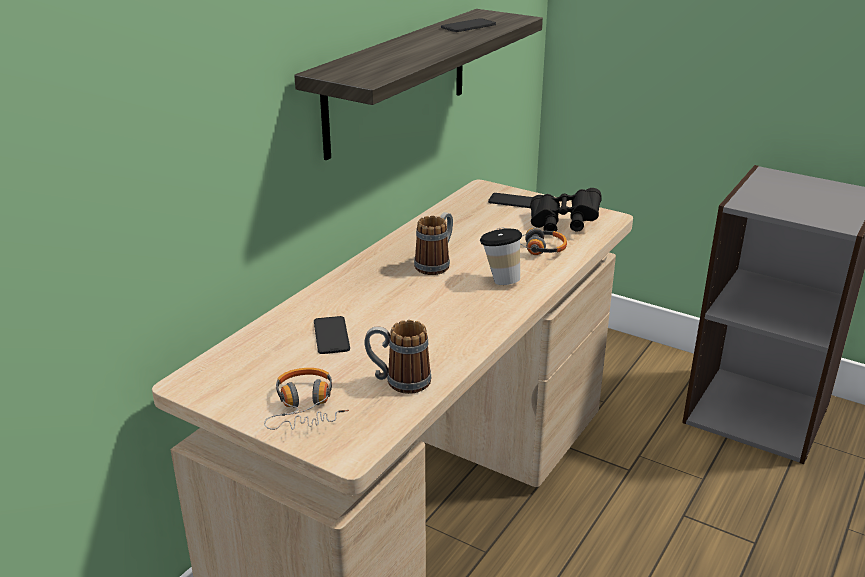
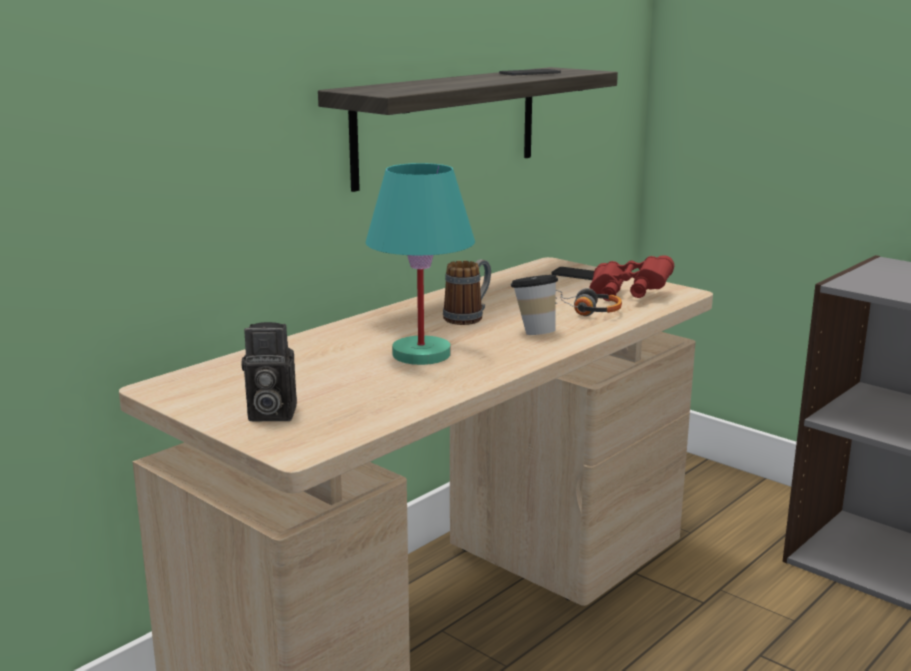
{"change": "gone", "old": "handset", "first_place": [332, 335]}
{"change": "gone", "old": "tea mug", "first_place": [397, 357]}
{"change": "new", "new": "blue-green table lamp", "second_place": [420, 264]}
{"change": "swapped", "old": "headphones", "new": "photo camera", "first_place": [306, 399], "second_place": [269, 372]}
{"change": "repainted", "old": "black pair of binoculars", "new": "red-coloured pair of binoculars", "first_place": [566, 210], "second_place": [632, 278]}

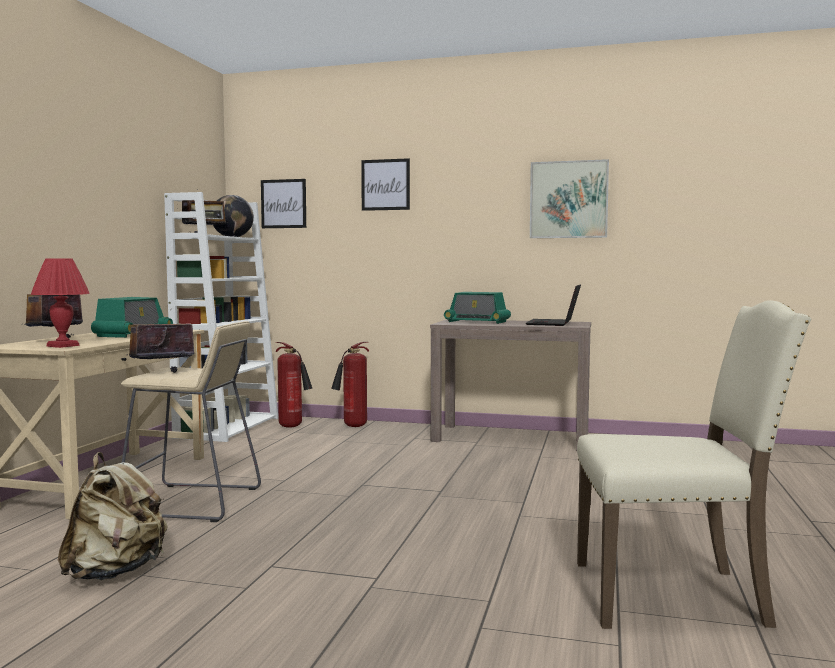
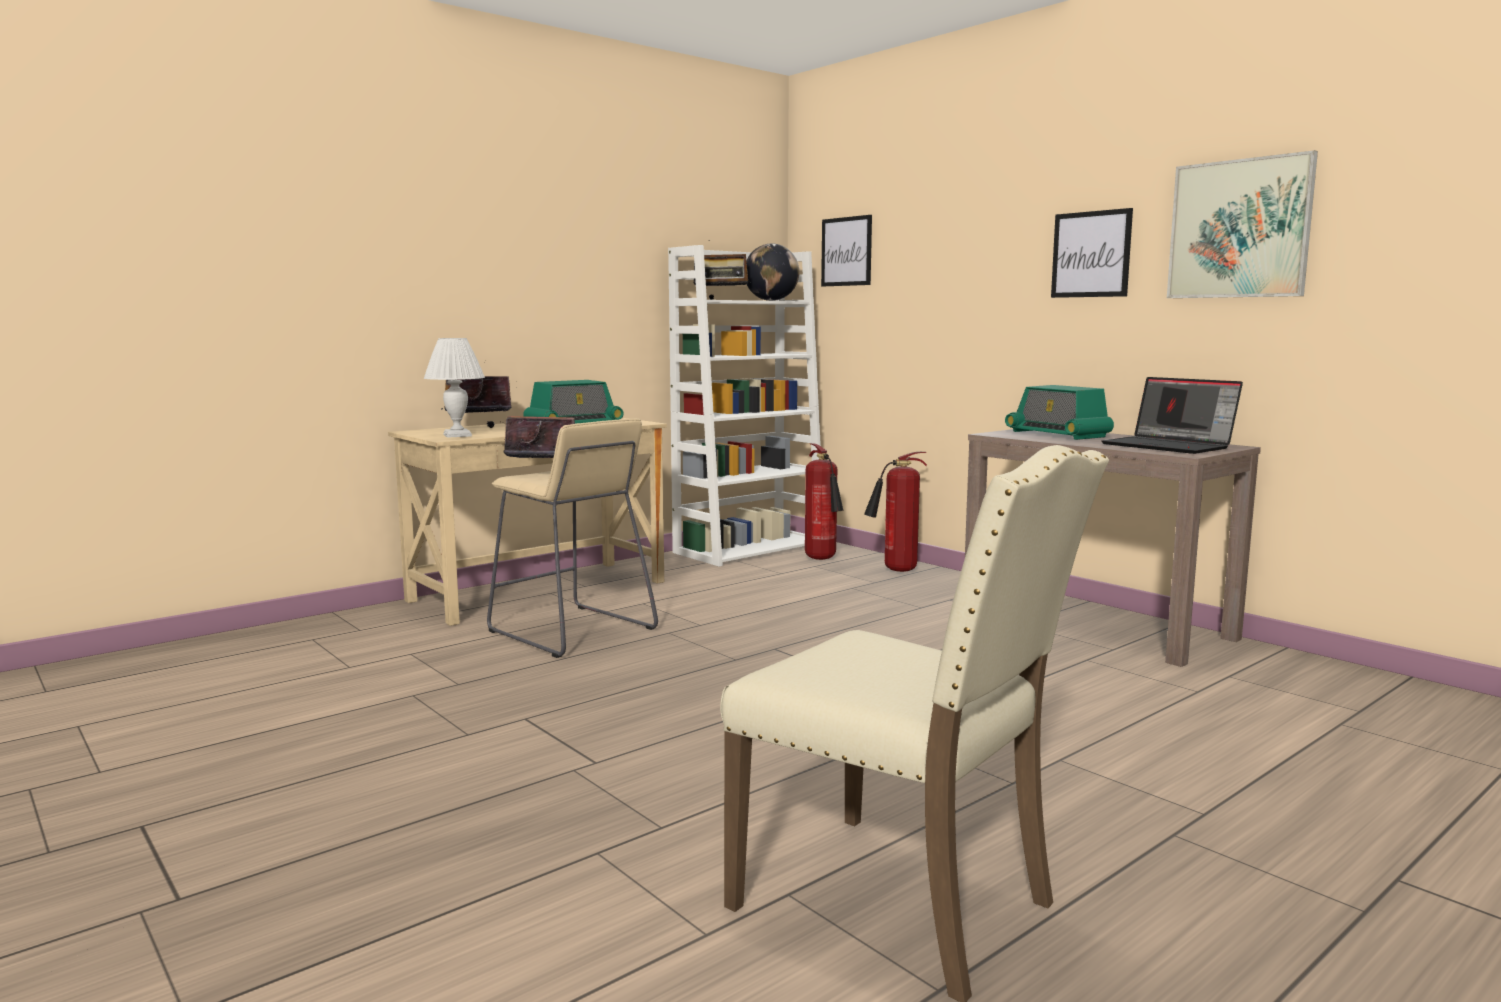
{"change": "gone", "old": "beige knapsack", "first_place": [112, 516]}
{"change": "shifted", "old": "picture", "first_place": [385, 184], "second_place": [1092, 253]}
{"change": "repainted", "old": "red-coloured table lamp", "new": "white-coloured table lamp", "first_place": [60, 303], "second_place": [454, 388]}
{"change": "rotated", "old": "notebook computer", "first_place": [553, 305], "second_place": [1172, 415], "degrees": -90}

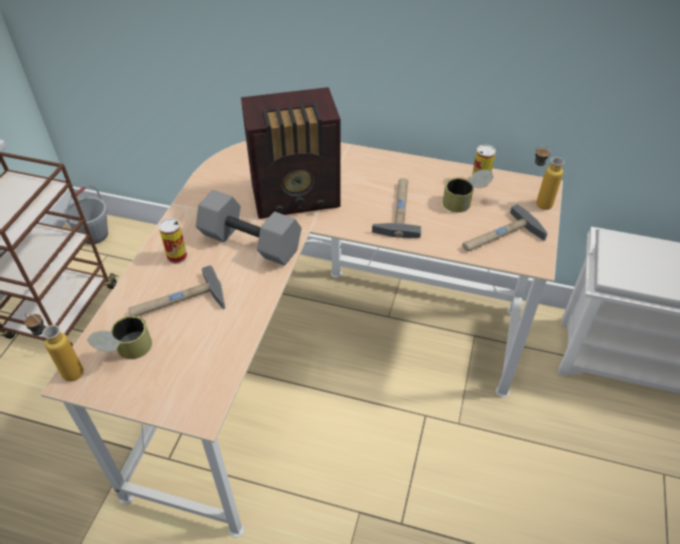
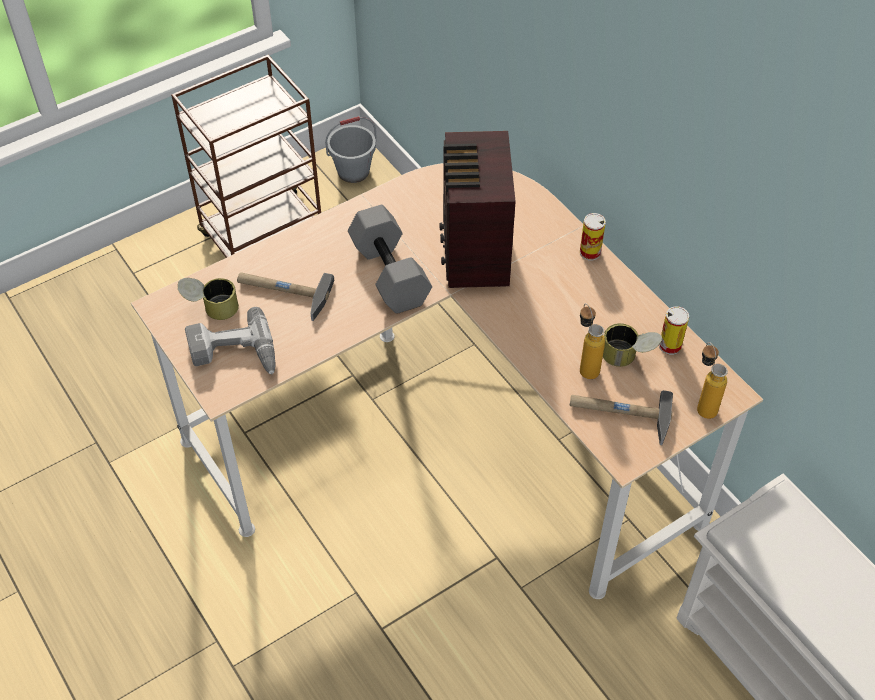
{"change": "gone", "old": "hammer", "first_place": [397, 208]}
{"change": "new", "new": "electric drill", "second_place": [230, 340]}
{"change": "shifted", "old": "drink bottle", "first_place": [54, 347], "second_place": [592, 341]}
{"change": "shifted", "old": "sealed can", "first_place": [173, 241], "second_place": [593, 236]}
{"change": "rotated", "old": "radio", "first_place": [290, 153], "second_place": [477, 209], "degrees": 60}

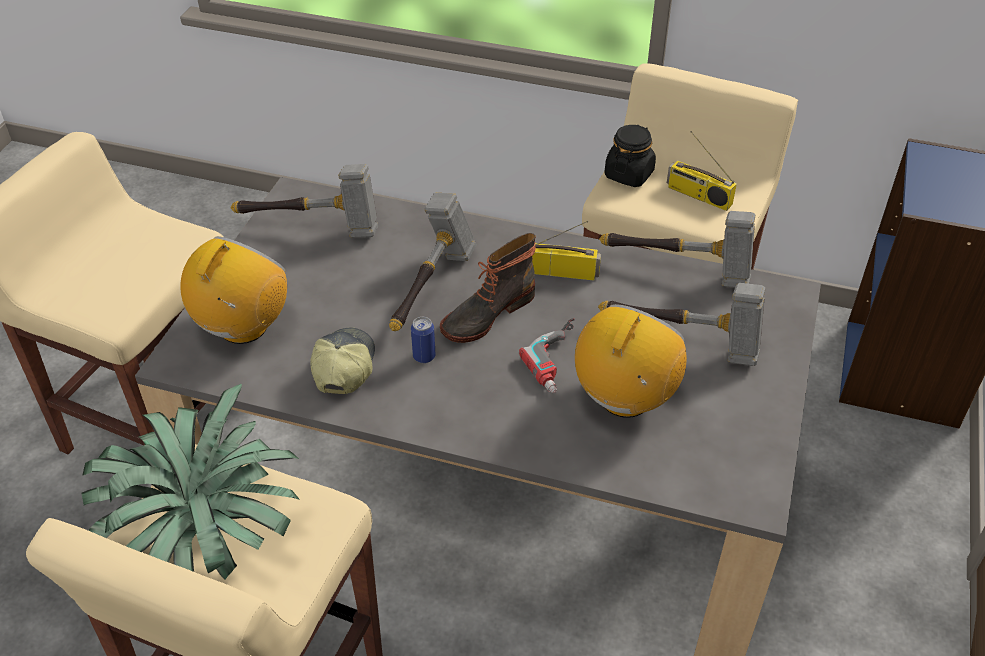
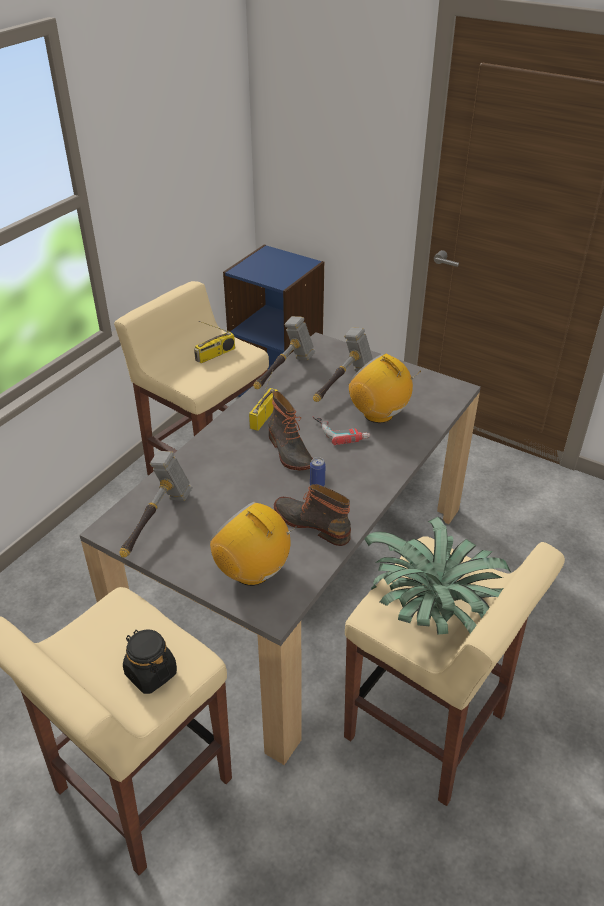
{"change": "gone", "old": "hammer", "first_place": [433, 262]}
{"change": "shifted", "old": "black storage jar", "first_place": [630, 156], "second_place": [150, 662]}
{"change": "swapped", "old": "baseball cap", "new": "high-top boot", "first_place": [342, 361], "second_place": [312, 515]}

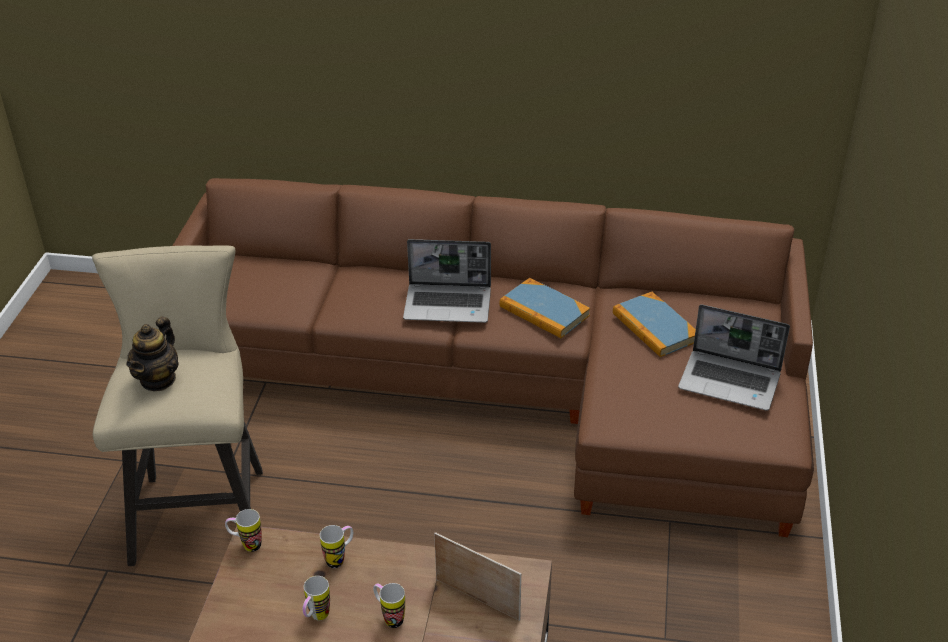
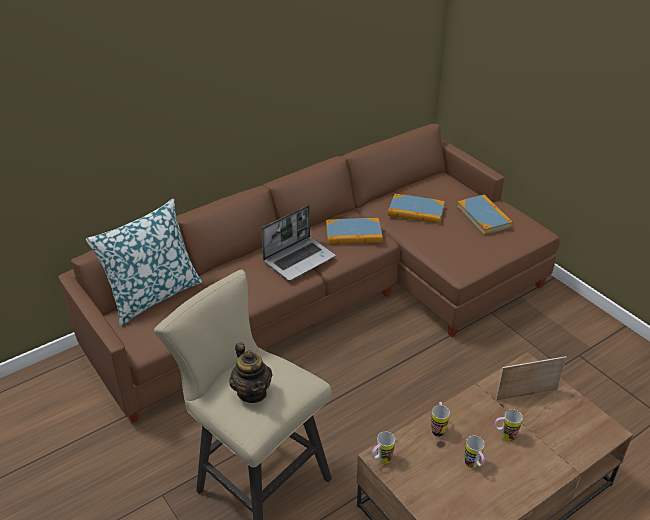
{"change": "new", "new": "throw pillow", "second_place": [144, 262]}
{"change": "swapped", "old": "notebook computer", "new": "bound book", "first_place": [734, 357], "second_place": [485, 215]}

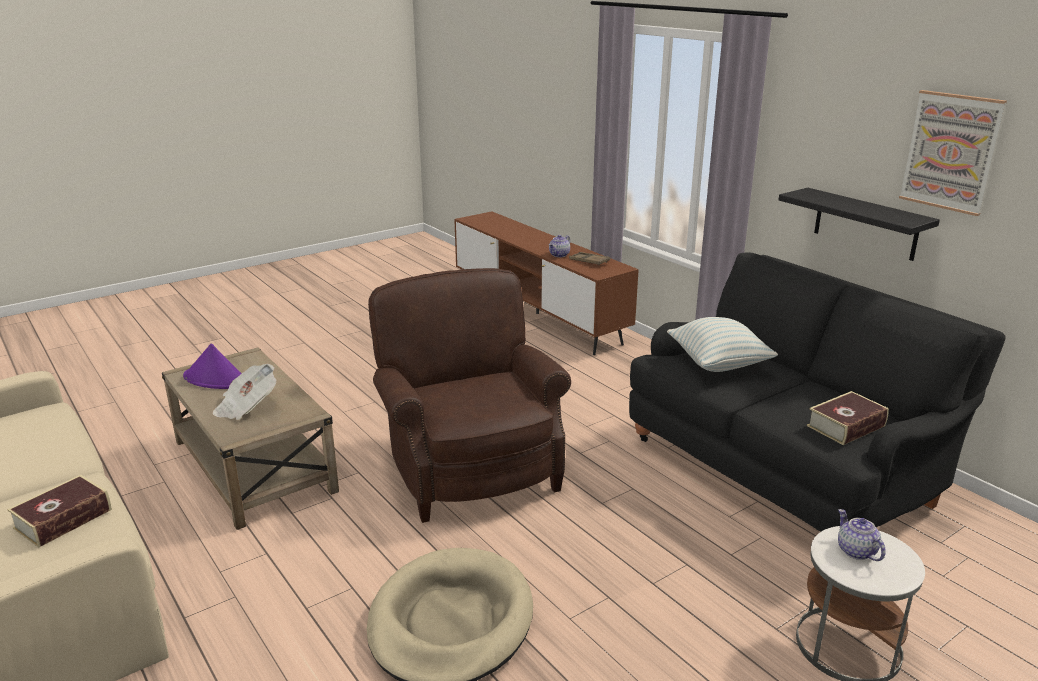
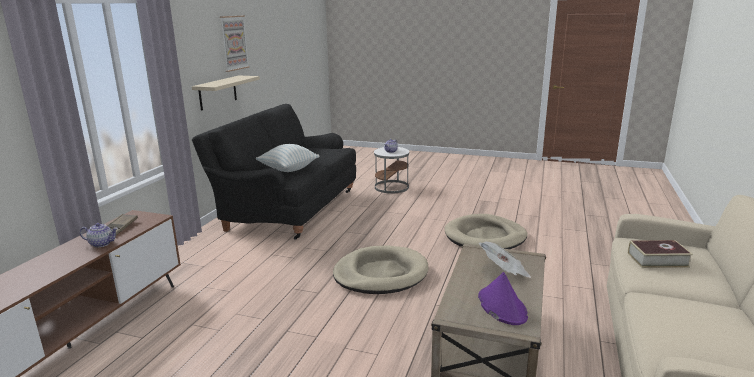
{"change": "gone", "old": "bound book", "first_place": [848, 418]}
{"change": "swapped", "old": "brownish lounge chair", "new": "beige pet bed", "first_place": [469, 395], "second_place": [380, 270]}
{"change": "repainted", "old": "black bracket shelf", "new": "beige bracket shelf", "first_place": [859, 224], "second_place": [226, 93]}

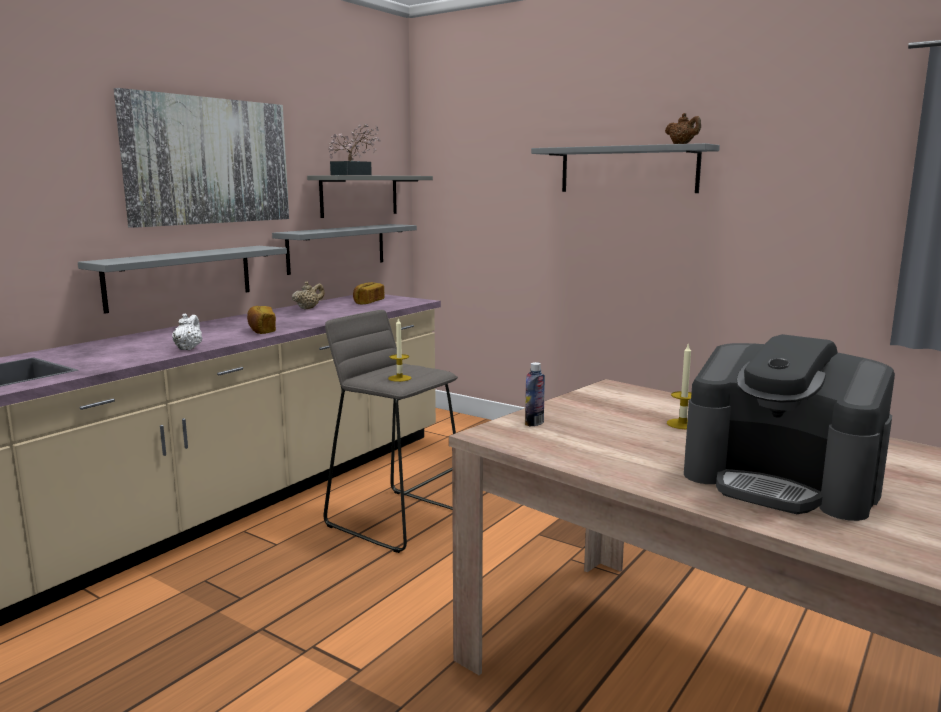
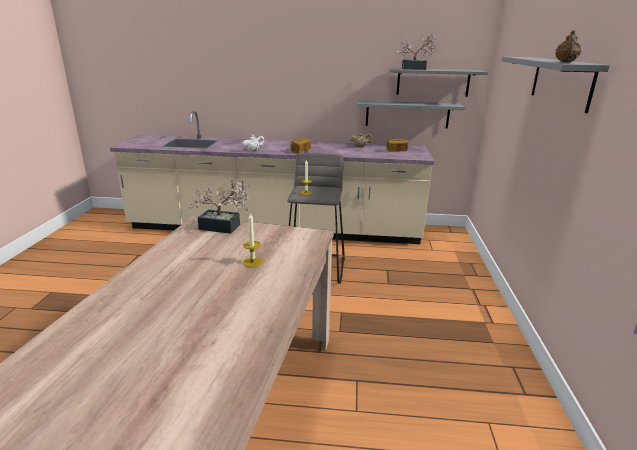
{"change": "gone", "old": "grey bracket shelf", "first_place": [182, 280]}
{"change": "gone", "old": "picture", "first_place": [201, 158]}
{"change": "gone", "old": "coffee brewer", "first_place": [789, 427]}
{"change": "swapped", "old": "drink bottle", "new": "potted plant", "first_place": [535, 394], "second_place": [219, 208]}

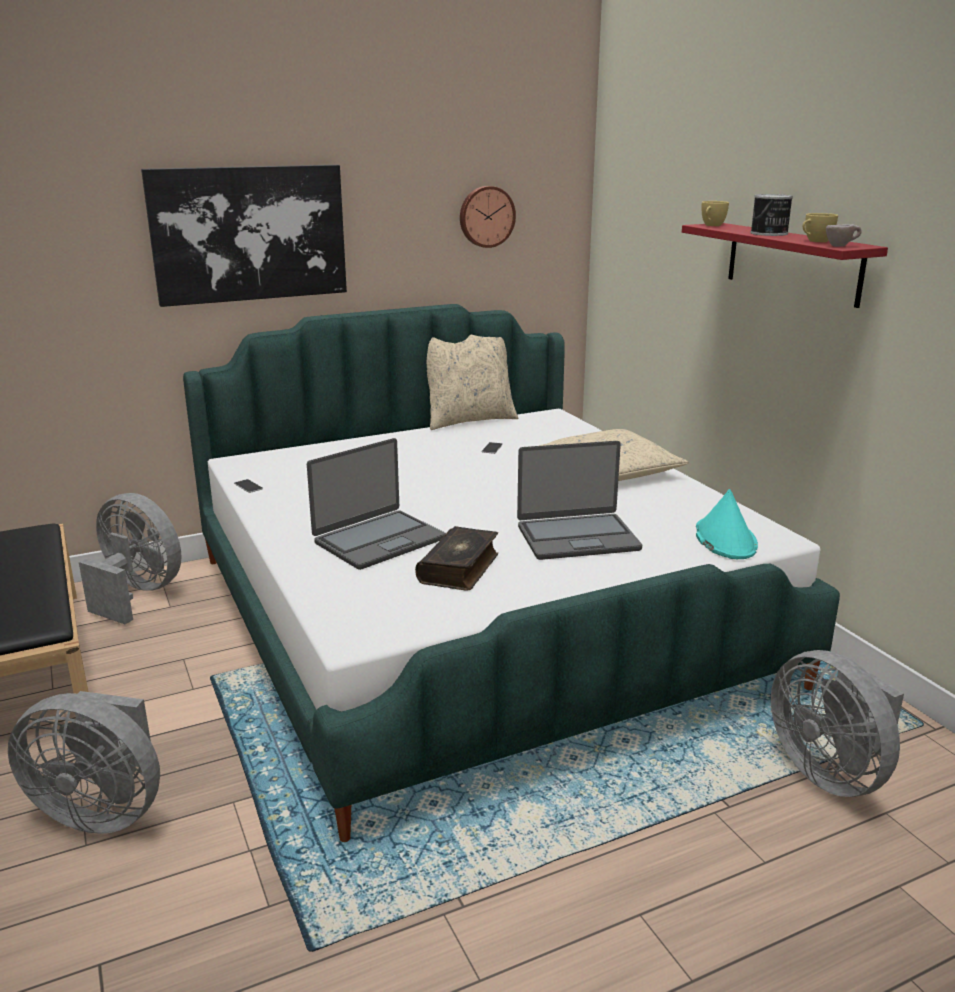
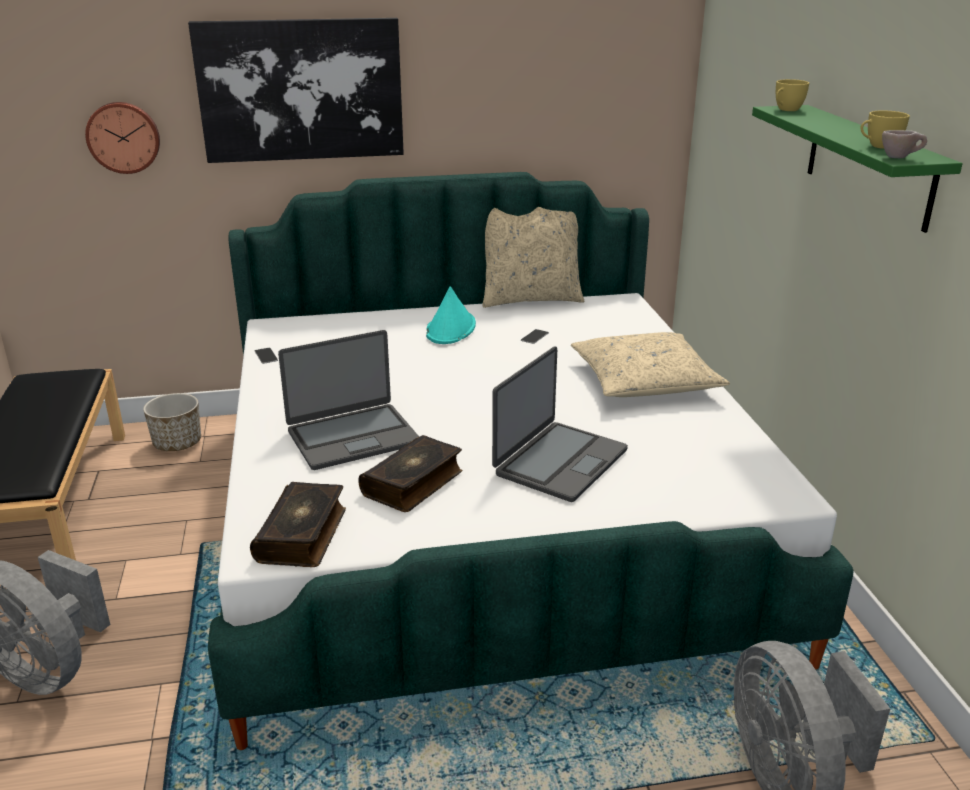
{"change": "gone", "old": "sealed can", "first_place": [772, 215]}
{"change": "new", "new": "bound book", "second_place": [298, 524]}
{"change": "shifted", "old": "wall clock", "first_place": [488, 217], "second_place": [122, 138]}
{"change": "shifted", "old": "blue-green wearable hat", "first_place": [727, 524], "second_place": [451, 315]}
{"change": "swapped", "old": "grey fan", "new": "planter", "first_place": [130, 558], "second_place": [172, 422]}
{"change": "repainted", "old": "red-coloured bracket shelf", "new": "greenish bracket shelf", "first_place": [785, 265], "second_place": [857, 169]}
{"change": "rotated", "old": "notebook computer", "first_place": [579, 500], "second_place": [560, 424], "degrees": -60}

